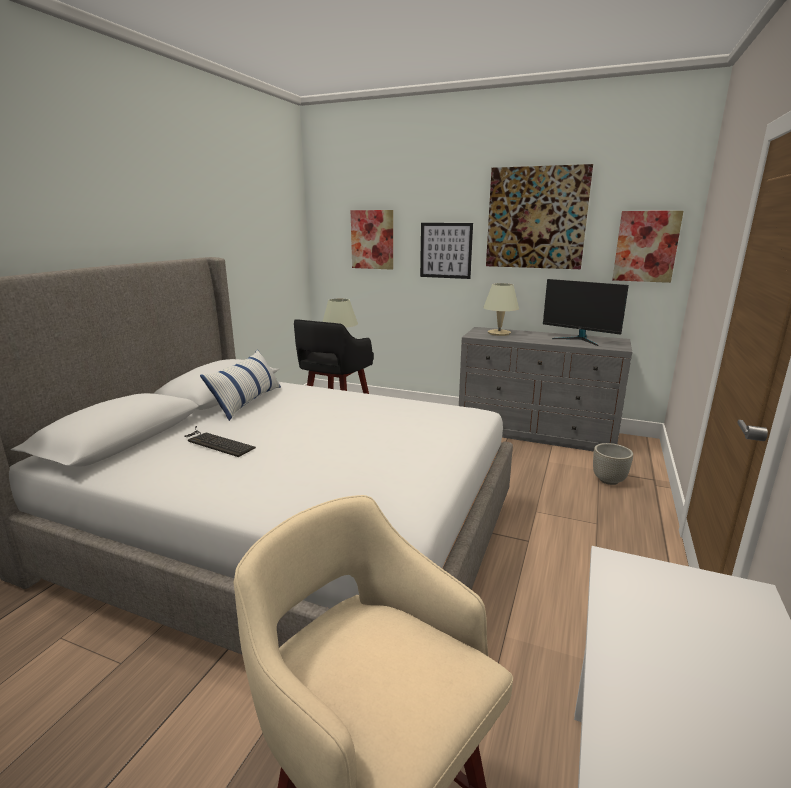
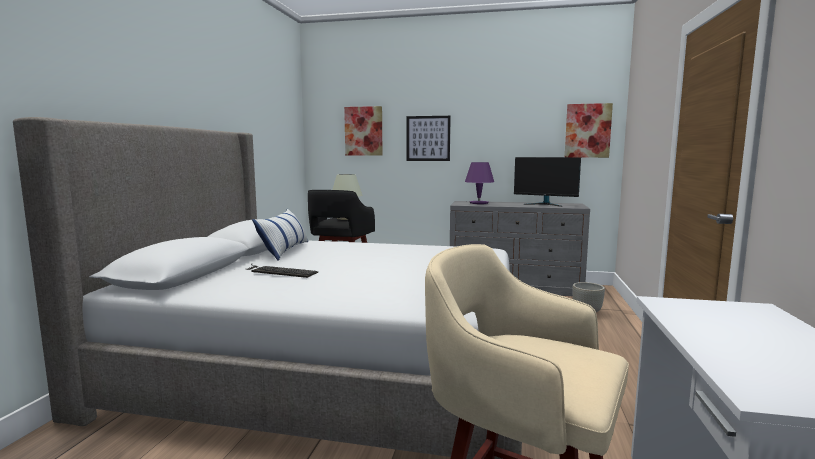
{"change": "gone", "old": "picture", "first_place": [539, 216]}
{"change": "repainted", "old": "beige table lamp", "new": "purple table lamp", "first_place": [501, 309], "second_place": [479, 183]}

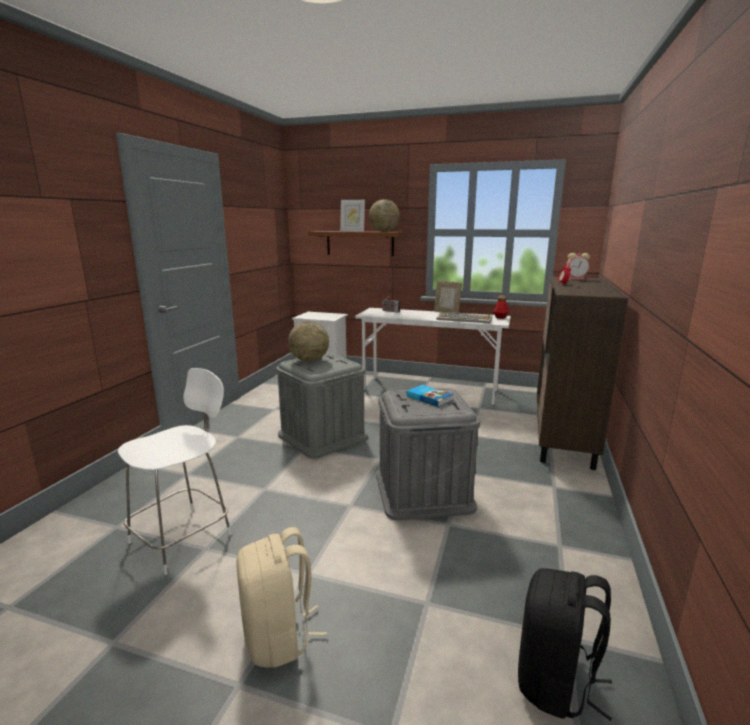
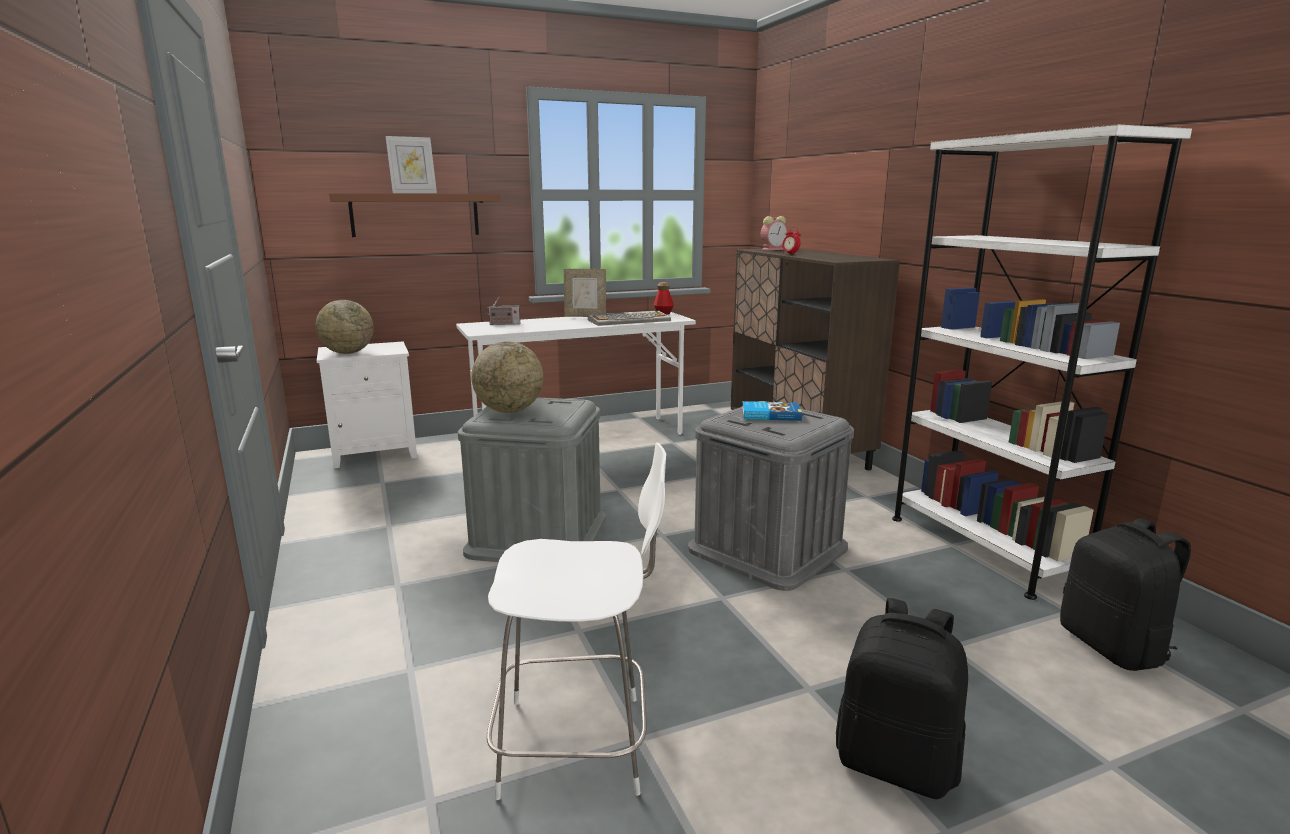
{"change": "new", "new": "white-coloured shelving unit", "second_place": [1042, 362]}
{"change": "shifted", "old": "world globe", "first_place": [384, 215], "second_place": [345, 327]}
{"change": "repainted", "old": "beige knapsack", "new": "black knapsack", "first_place": [281, 597], "second_place": [902, 698]}
{"change": "rotated", "old": "white-coloured chair", "first_place": [175, 471], "second_place": [576, 621], "degrees": 90}

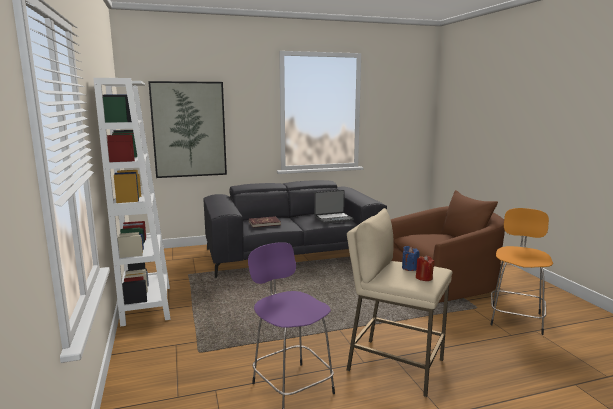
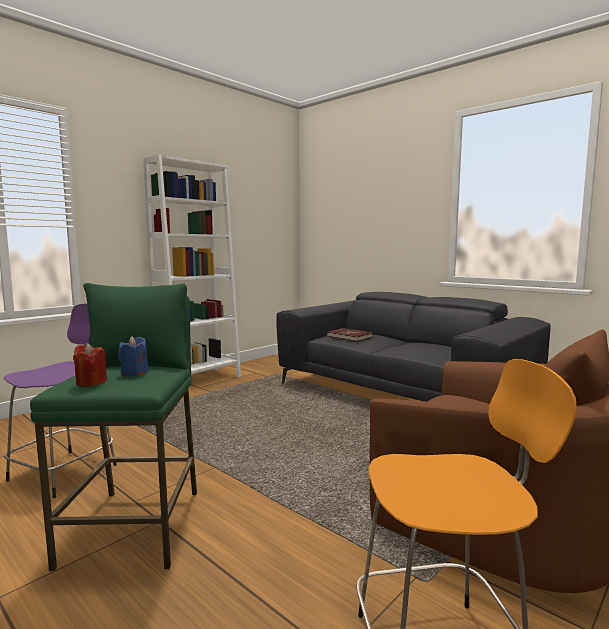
{"change": "gone", "old": "picture", "first_place": [187, 129]}
{"change": "gone", "old": "notebook computer", "first_place": [334, 207]}
{"change": "repainted", "old": "beige stool", "new": "greenish stool", "first_place": [399, 302], "second_place": [113, 427]}

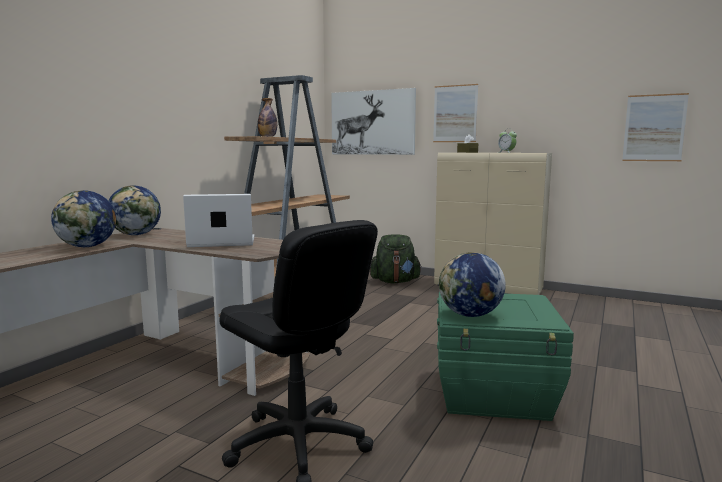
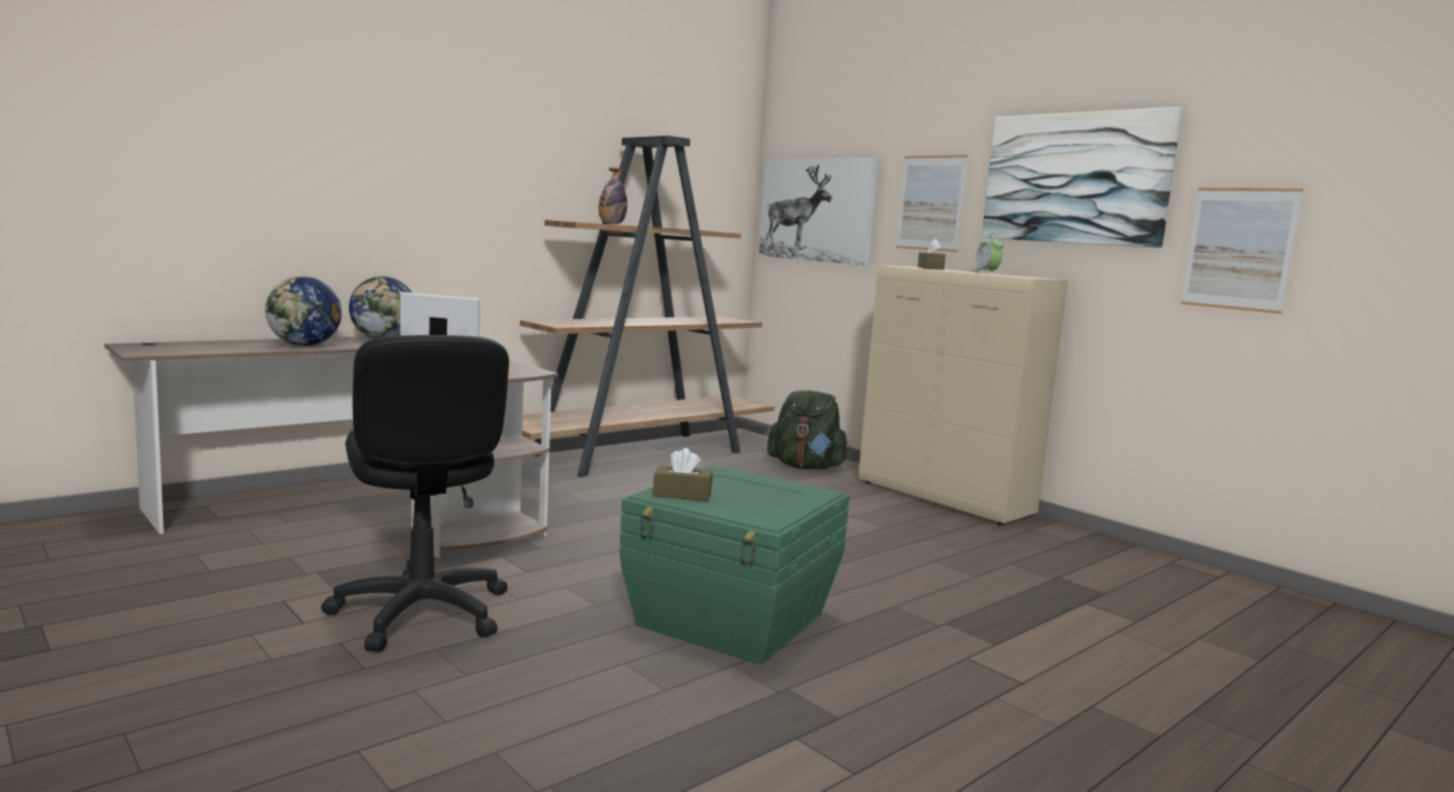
{"change": "new", "new": "picture", "second_place": [1082, 177]}
{"change": "swapped", "old": "world globe", "new": "brownish box of tissues", "first_place": [472, 284], "second_place": [682, 474]}

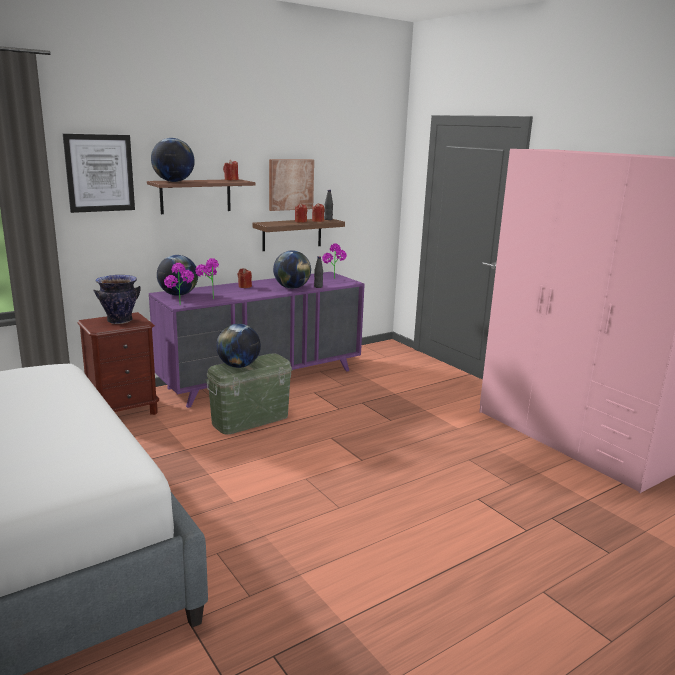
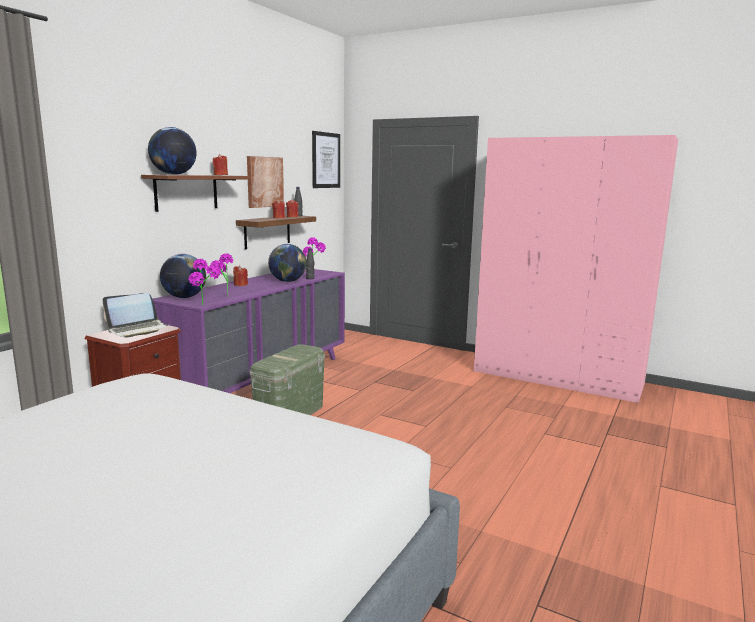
{"change": "gone", "old": "world globe", "first_place": [238, 346]}
{"change": "shifted", "old": "picture", "first_place": [99, 173], "second_place": [326, 159]}
{"change": "swapped", "old": "decorative vase", "new": "notebook computer", "first_place": [117, 299], "second_place": [135, 315]}

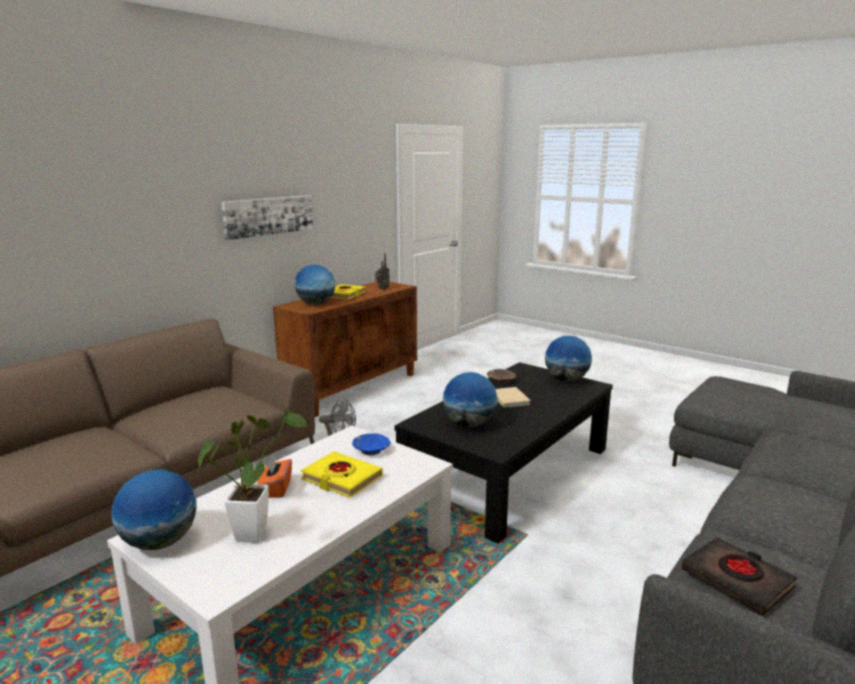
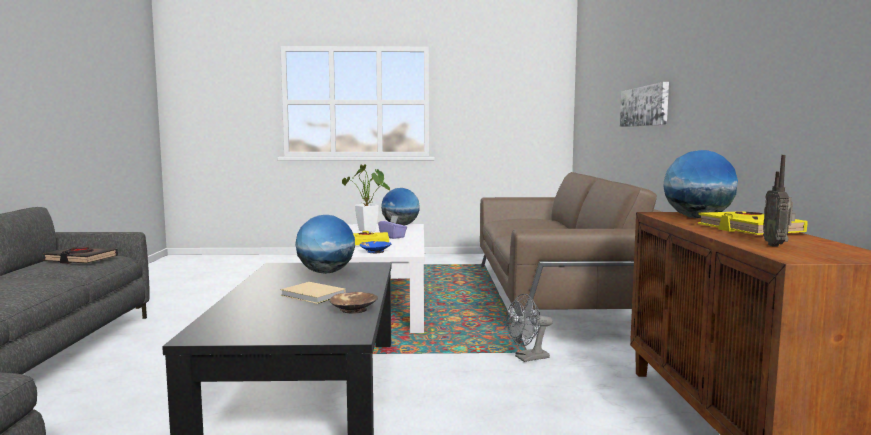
{"change": "gone", "old": "world globe", "first_place": [568, 358]}
{"change": "shifted", "old": "picture", "first_place": [267, 217], "second_place": [644, 104]}
{"change": "repainted", "old": "orangey box of tissues", "new": "purple box of tissues", "first_place": [274, 477], "second_place": [392, 227]}

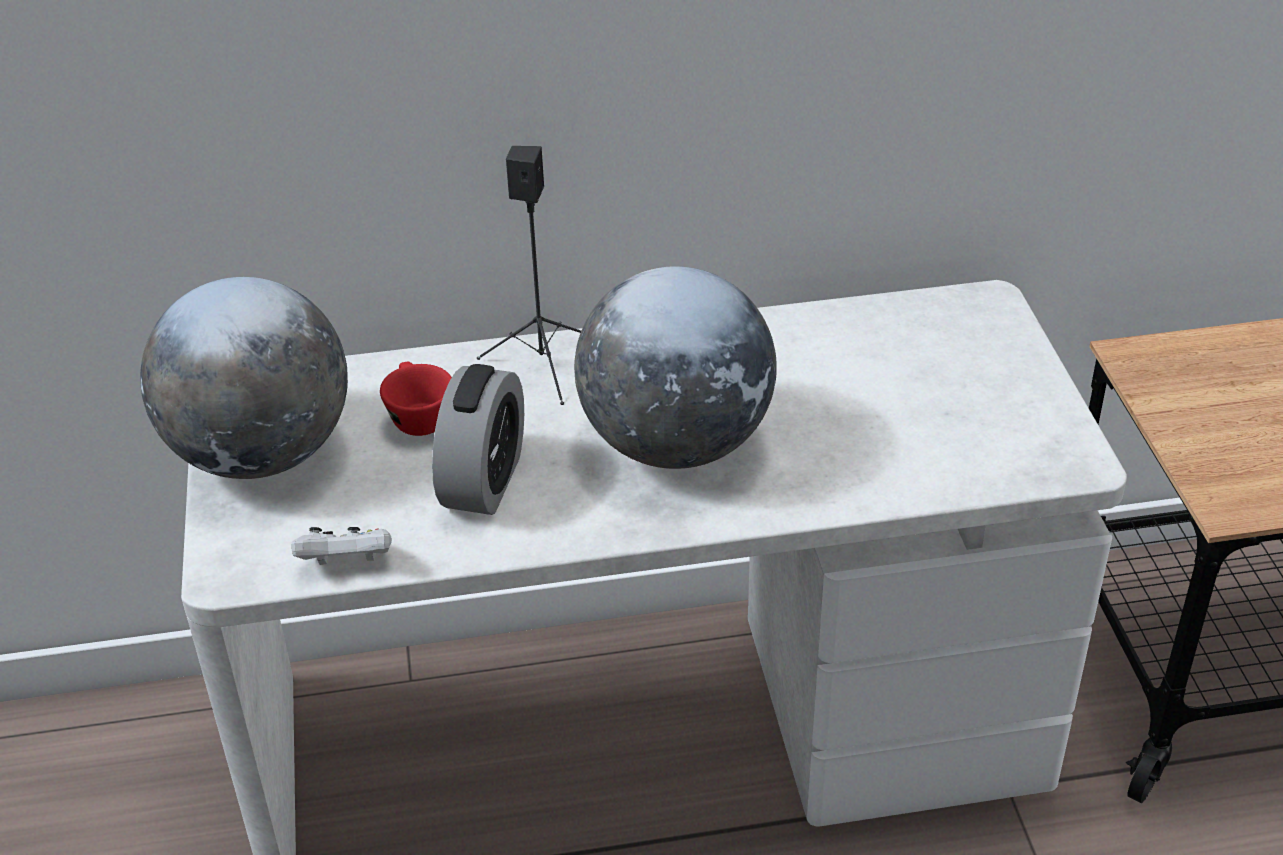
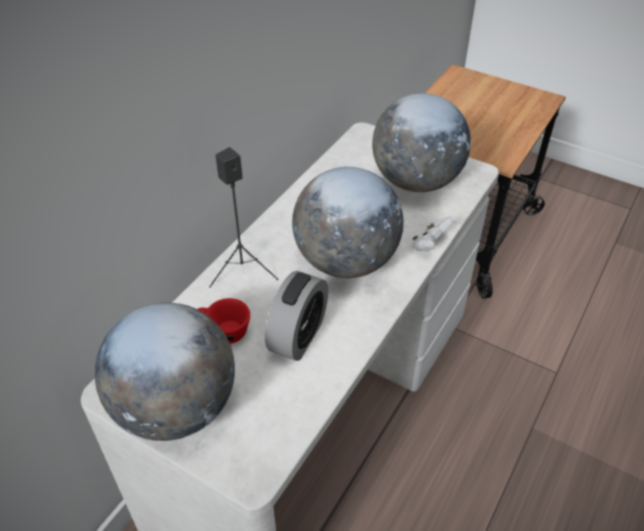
{"change": "new", "new": "world globe", "second_place": [421, 142]}
{"change": "shifted", "old": "white-coloured game controller", "first_place": [341, 546], "second_place": [434, 234]}
{"change": "rotated", "old": "table clock", "first_place": [478, 439], "second_place": [296, 316], "degrees": 60}

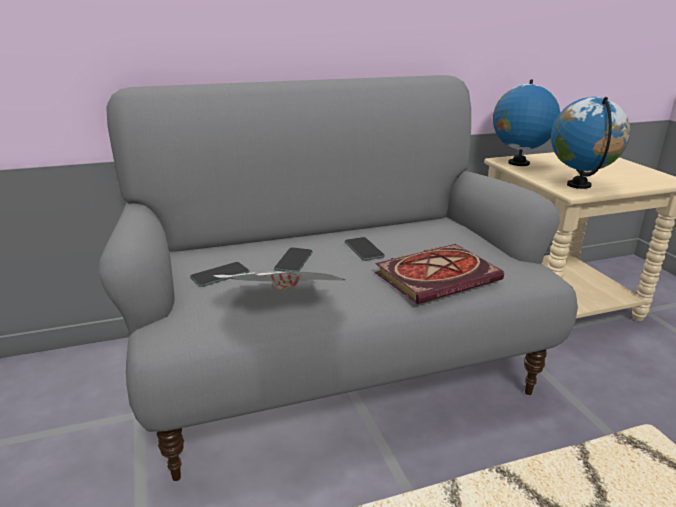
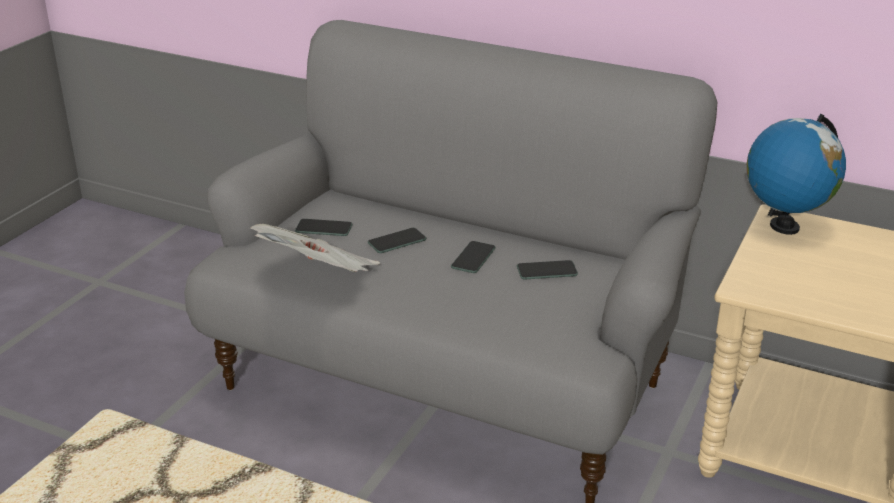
{"change": "gone", "old": "bound book", "first_place": [439, 274]}
{"change": "gone", "old": "world globe", "first_place": [590, 143]}
{"change": "new", "new": "handset", "second_place": [547, 269]}

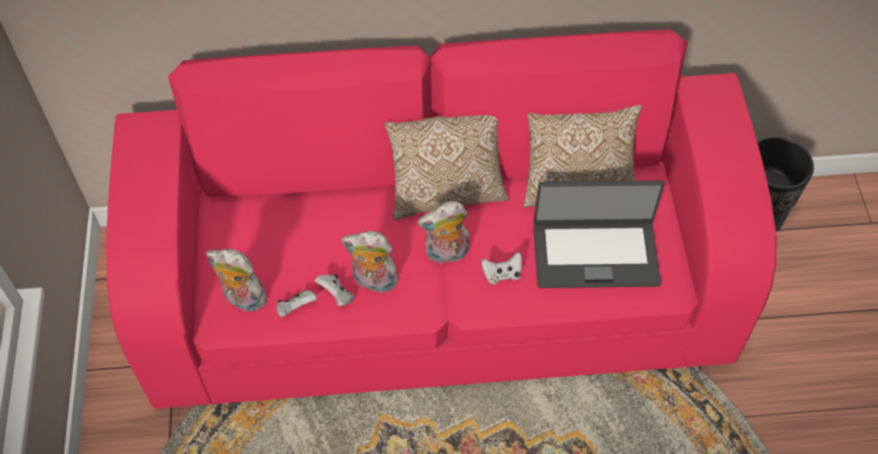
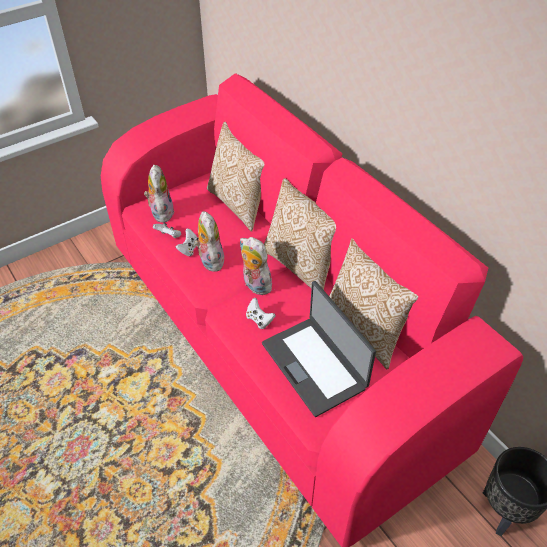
{"change": "new", "new": "throw pillow", "second_place": [235, 176]}

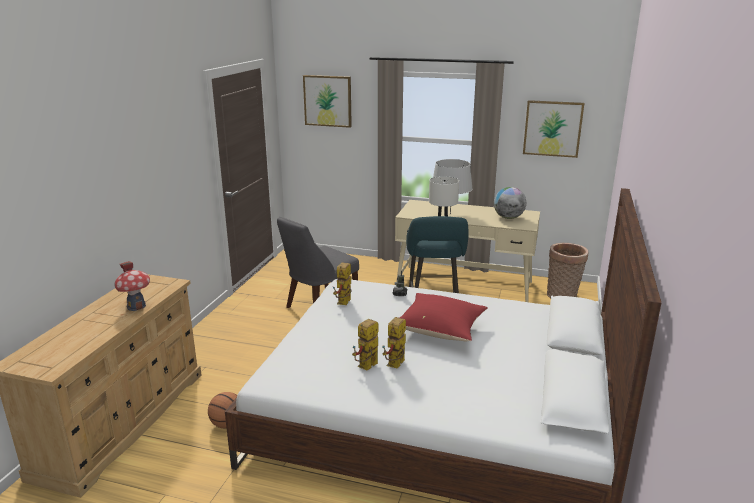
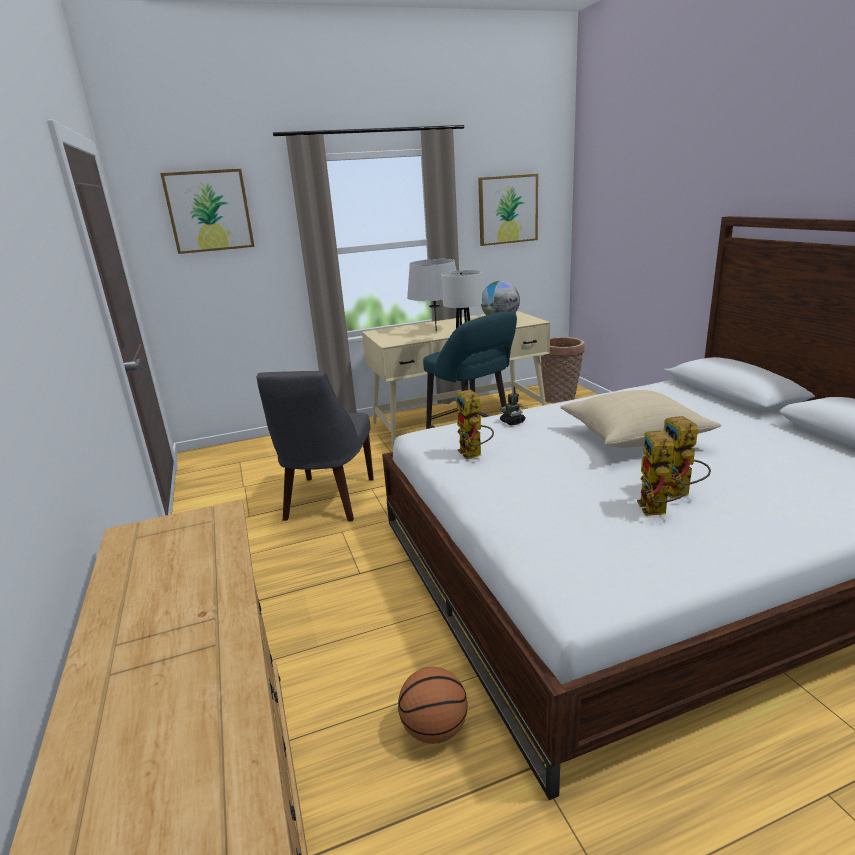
{"change": "gone", "old": "miniature house", "first_place": [132, 286]}
{"change": "repainted", "old": "red-coloured throw pillow", "new": "beige throw pillow", "first_place": [444, 317], "second_place": [640, 419]}

